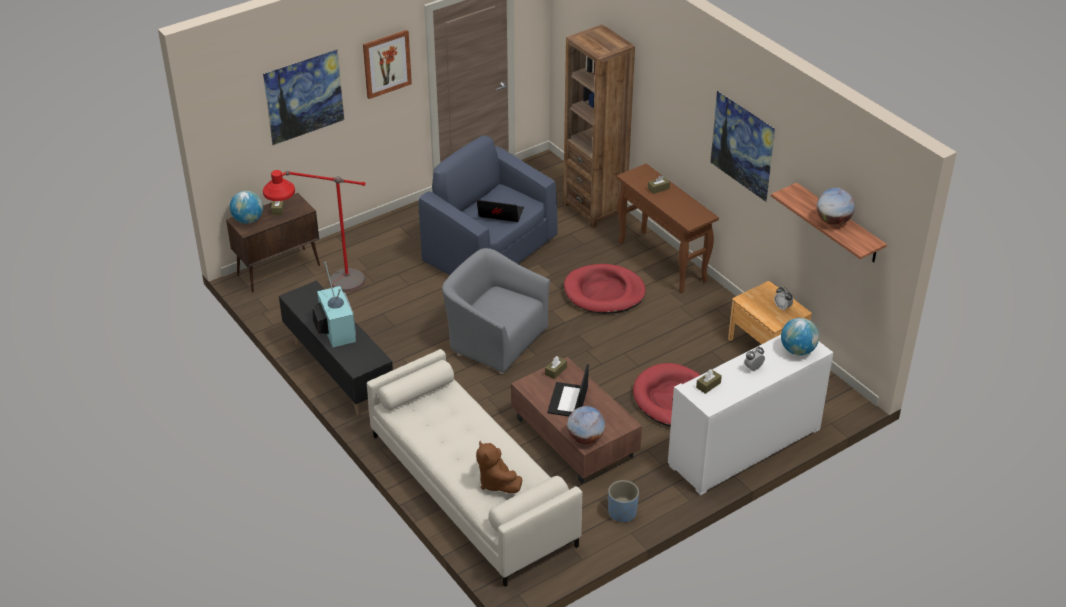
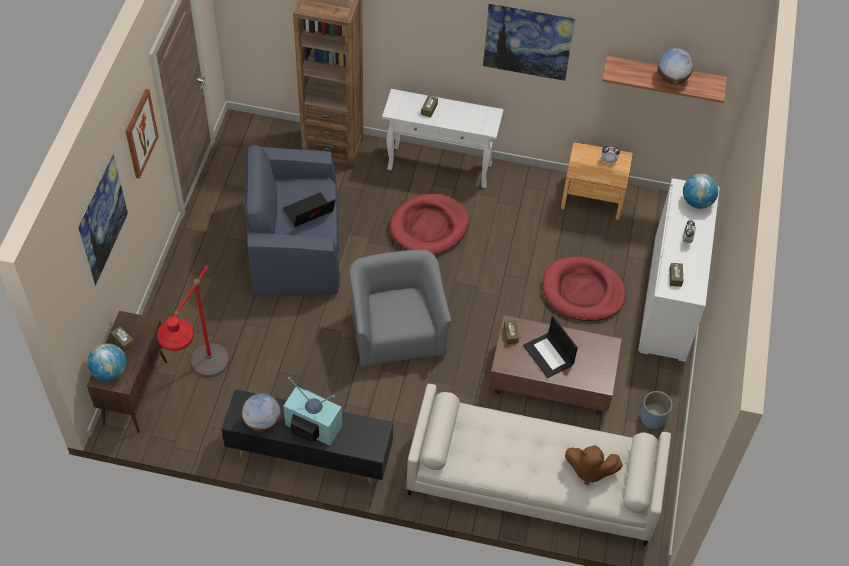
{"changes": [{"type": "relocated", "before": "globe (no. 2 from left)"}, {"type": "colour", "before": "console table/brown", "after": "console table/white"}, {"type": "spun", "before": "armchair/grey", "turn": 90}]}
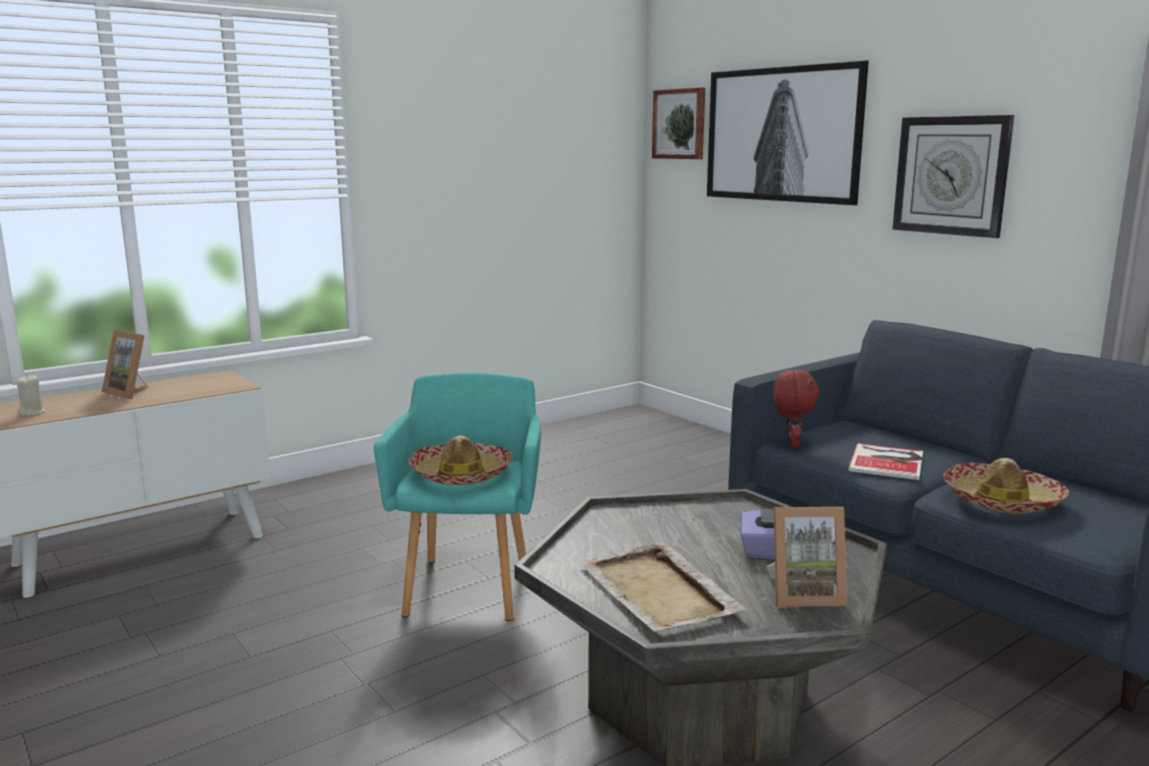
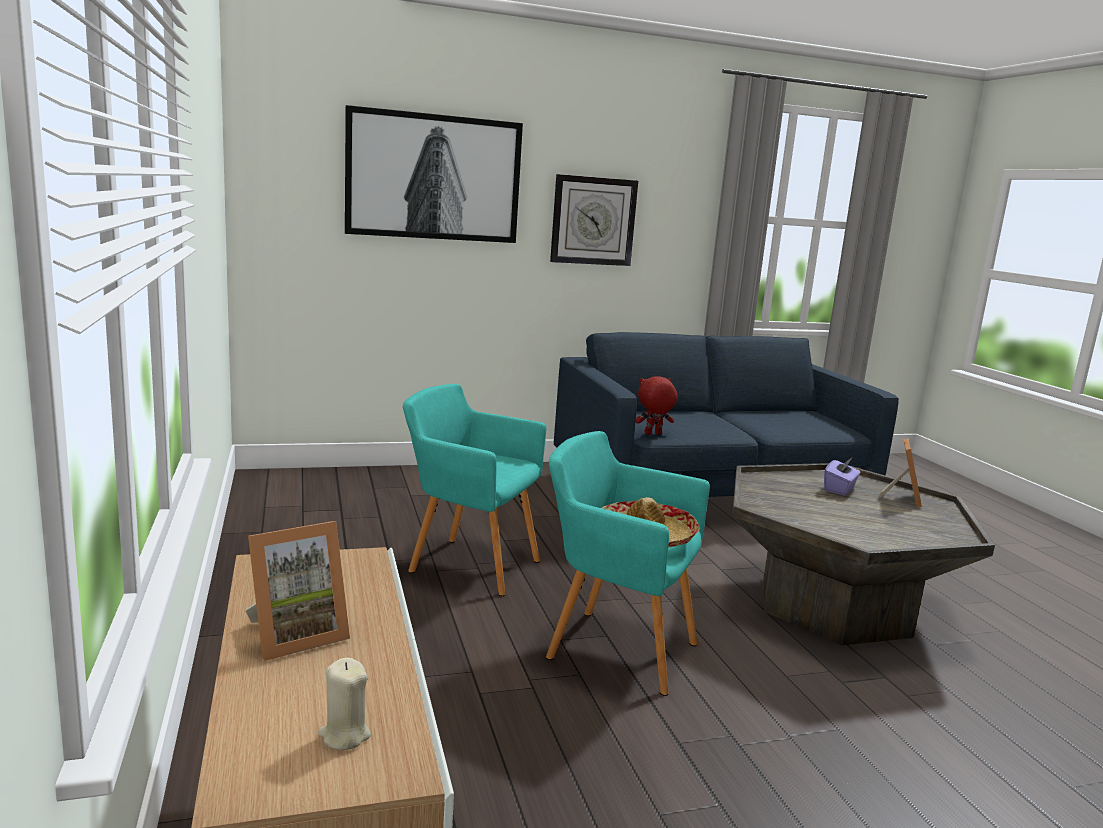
{"changes": [{"type": "missing", "before": "tray/beige"}, {"type": "missing", "before": "picture (no. 1 from left)"}, {"type": "missing", "before": "book"}, {"type": "missing", "before": "hat (no. 2 from left)"}, {"type": "appeared", "after": "armchair/turquoise (no. 1 from left)"}, {"type": "spun", "before": "plush toy/red", "turn": -45}]}
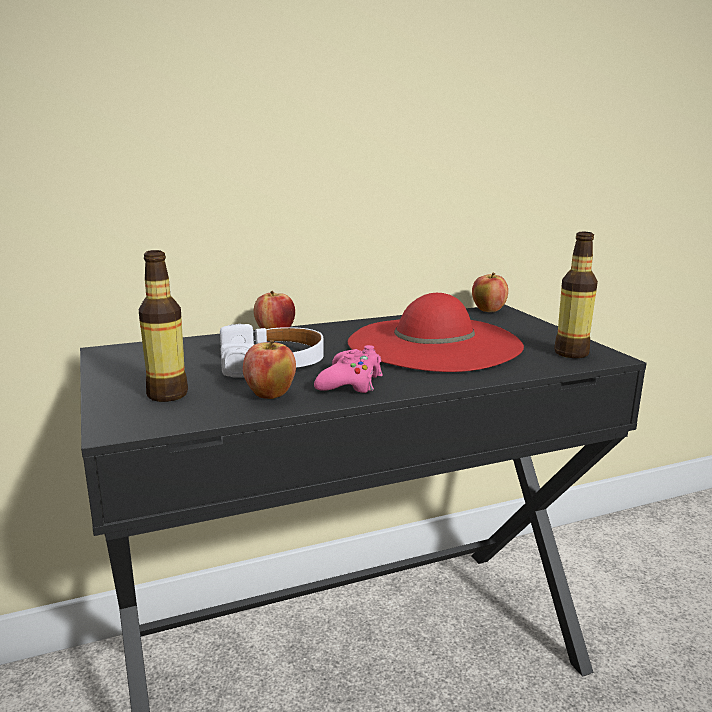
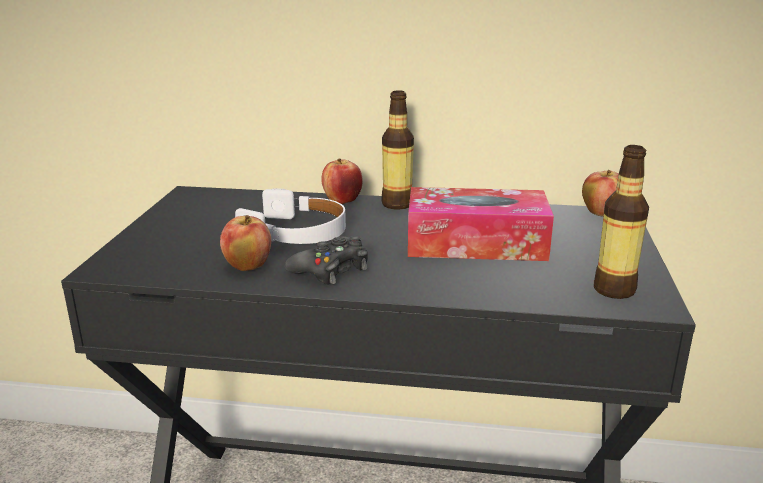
{"changes": [{"type": "relocated", "before": "bottle (no. 1 from left)"}, {"type": "exchanged", "before": "hat/red", "after": "tissue box"}, {"type": "colour", "before": "game controller/pink", "after": "game controller/black"}]}
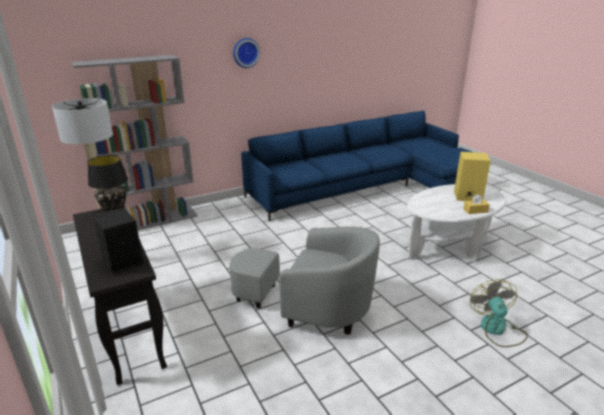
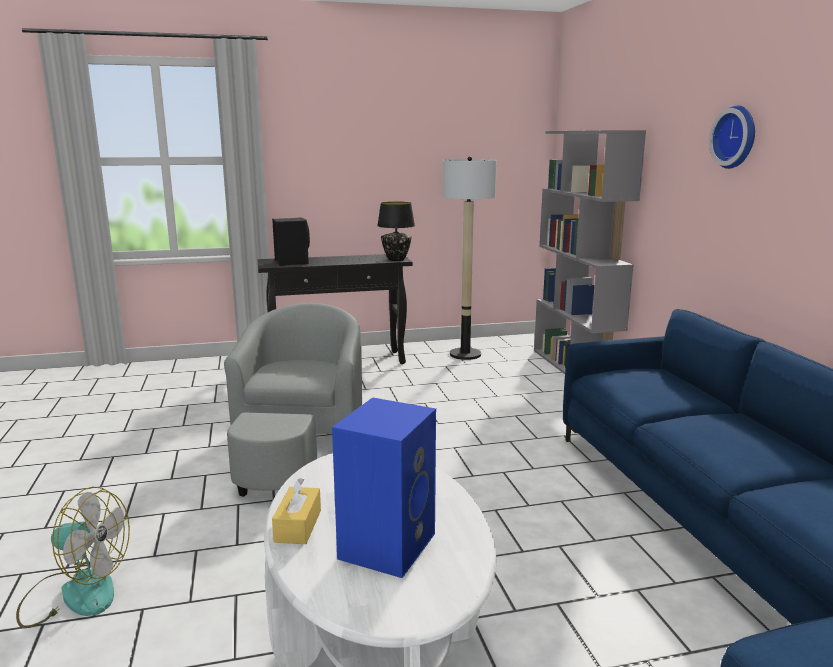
{"changes": [{"type": "colour", "before": "speaker/yellow", "after": "speaker/blue"}, {"type": "spun", "before": "armchair/grey", "turn": 150}]}
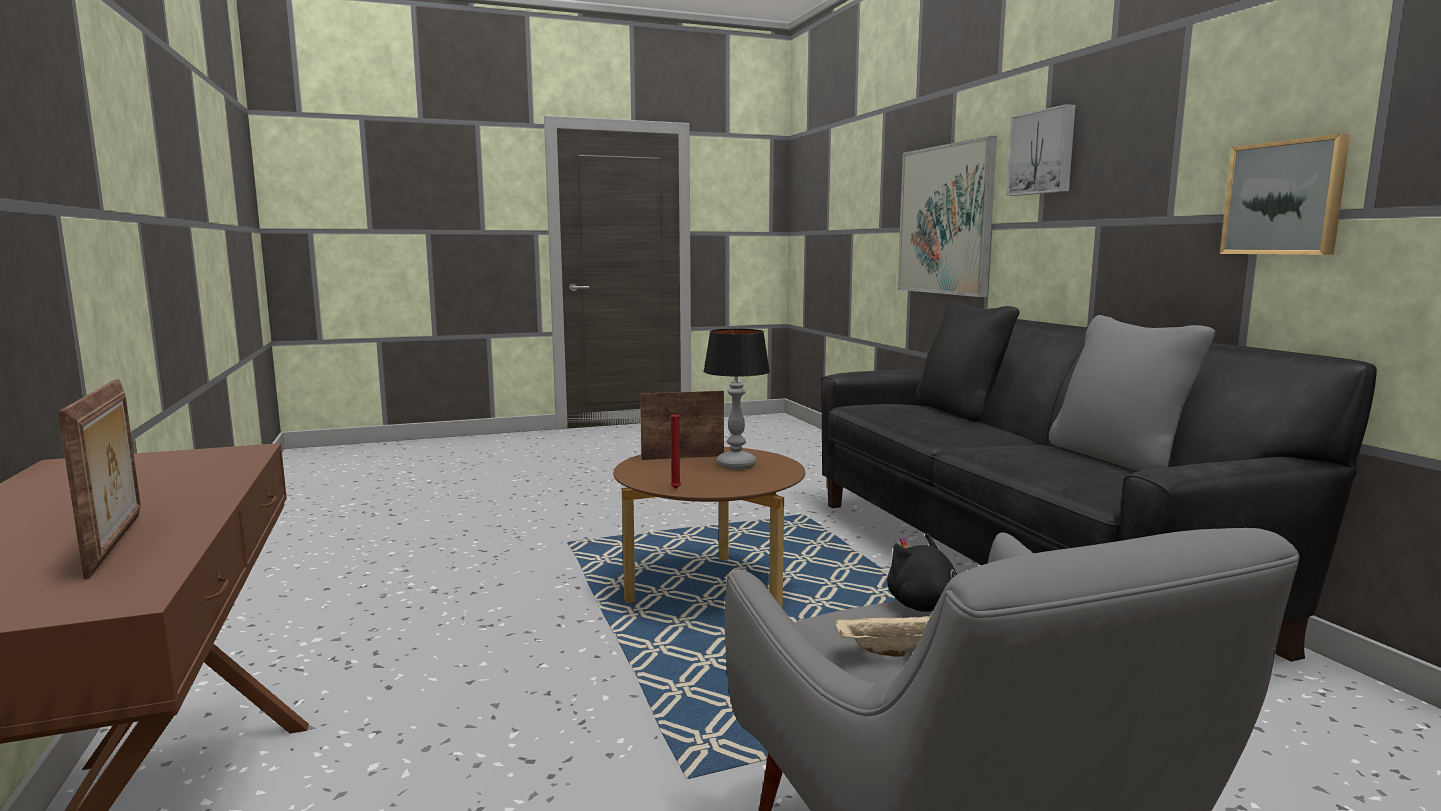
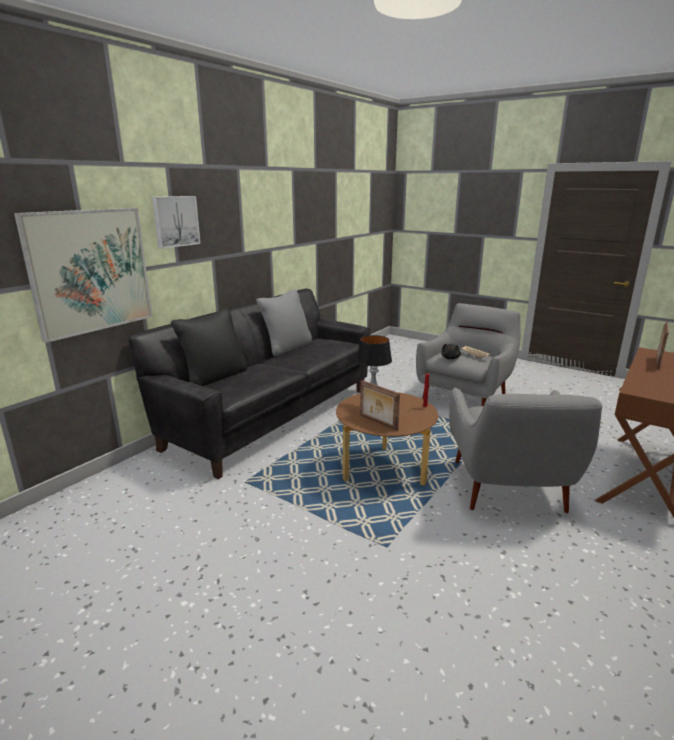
{"changes": [{"type": "missing", "before": "picture (no. 3 from left)"}, {"type": "appeared", "after": "armchair/grey (no. 2 from left)"}]}
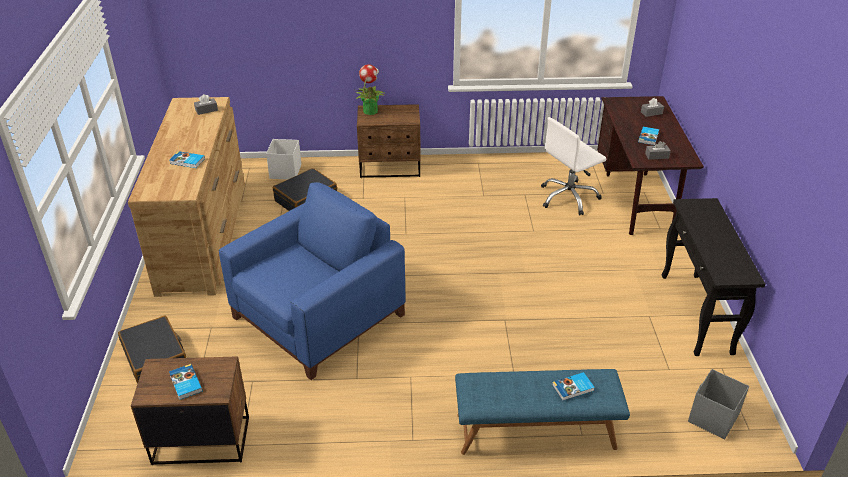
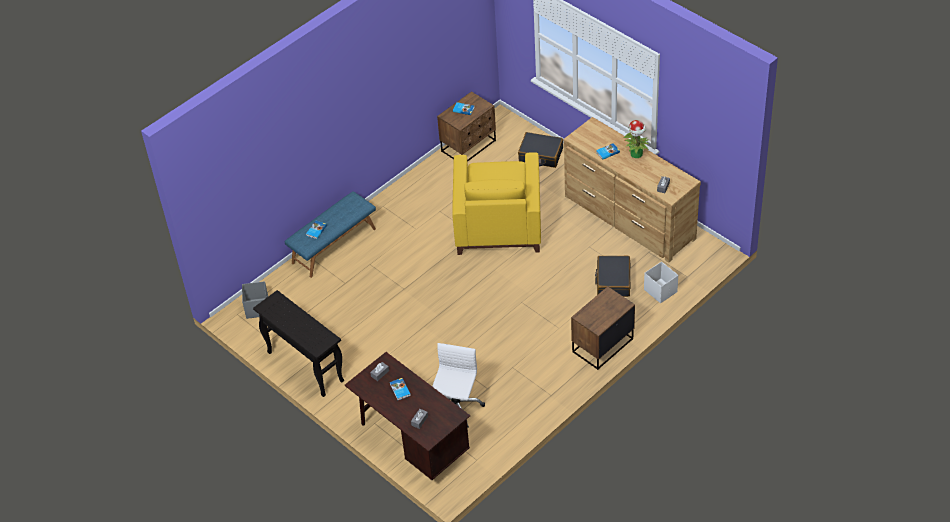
{"changes": [{"type": "relocated", "before": "potted plant"}, {"type": "colour", "before": "armchair/blue", "after": "armchair/yellow"}]}
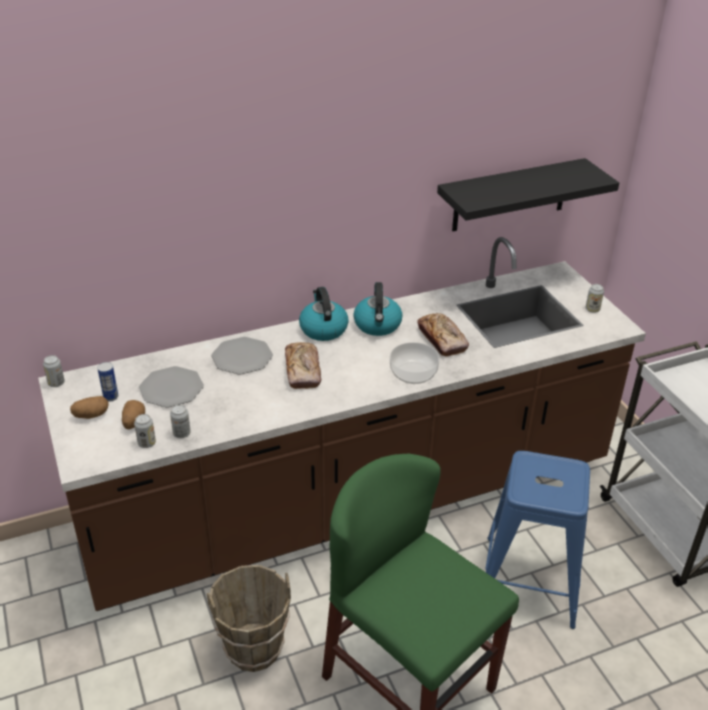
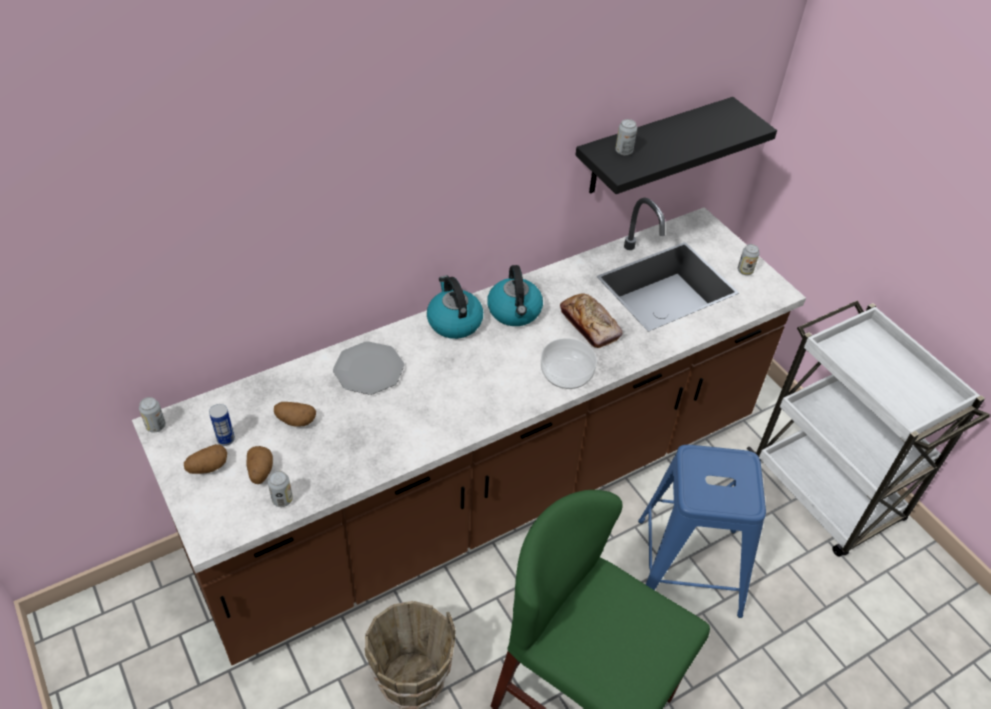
{"changes": [{"type": "missing", "before": "bread (no. 1 from left)"}, {"type": "relocated", "before": "can (no. 4 from left)"}, {"type": "exchanged", "before": "plate (no. 1 from left)", "after": "potato (no. 3 from left)"}]}
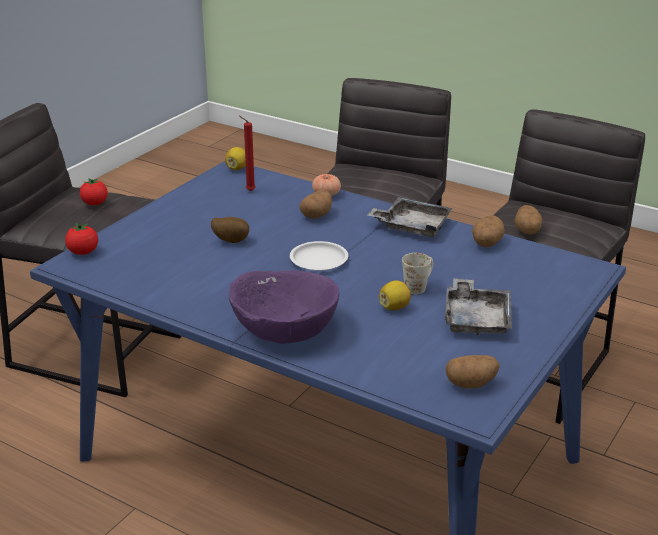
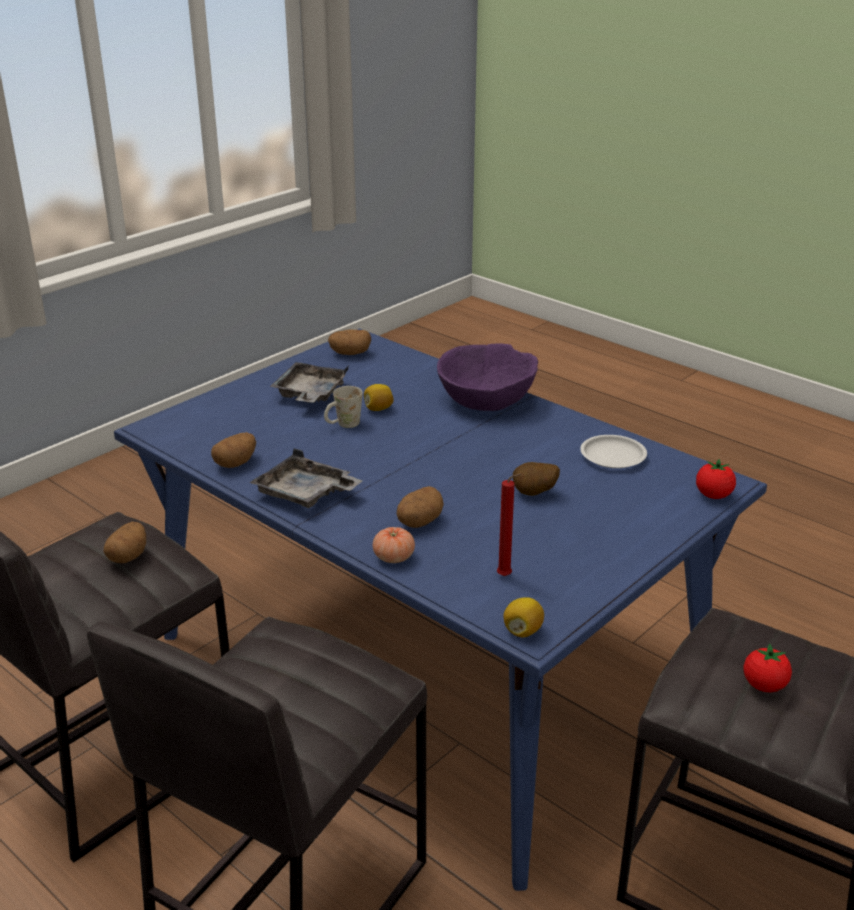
{"changes": [{"type": "relocated", "before": "plate/white"}]}
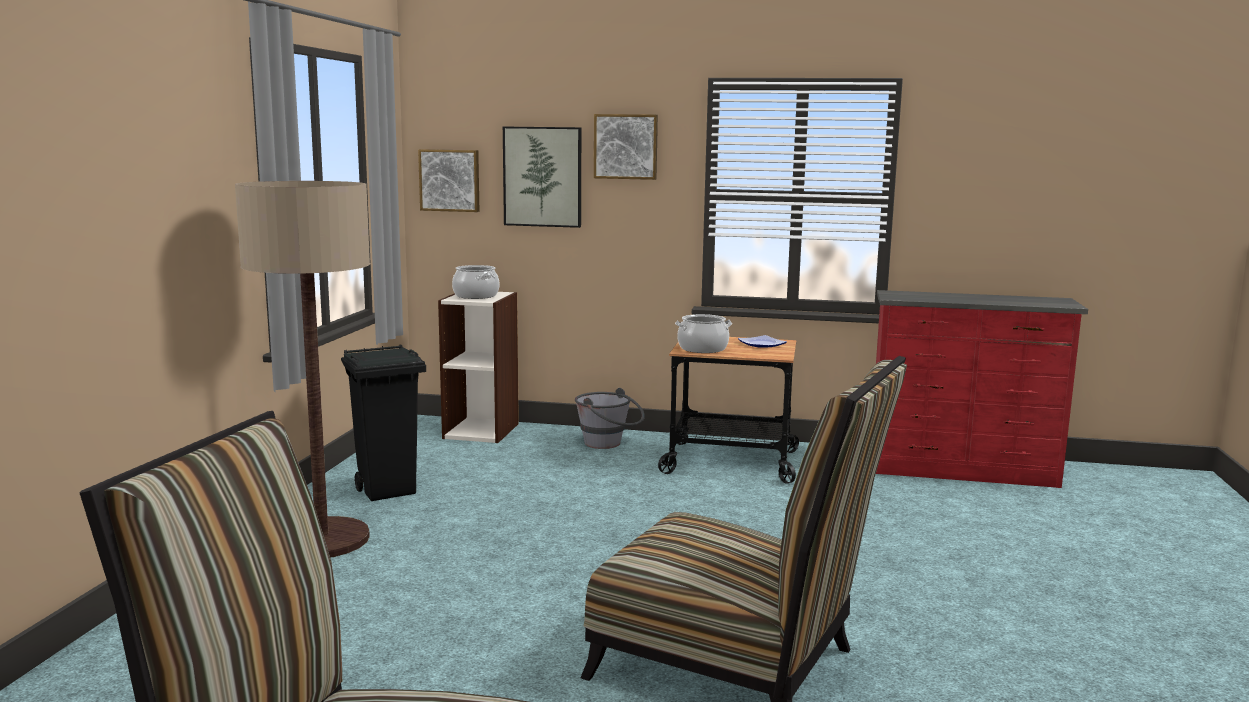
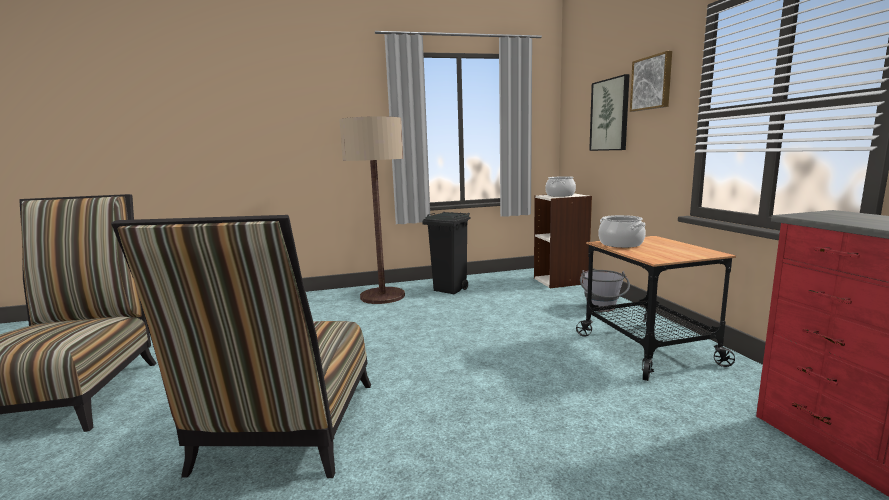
{"changes": [{"type": "missing", "before": "picture (no. 1 from left)"}, {"type": "missing", "before": "plate"}]}
